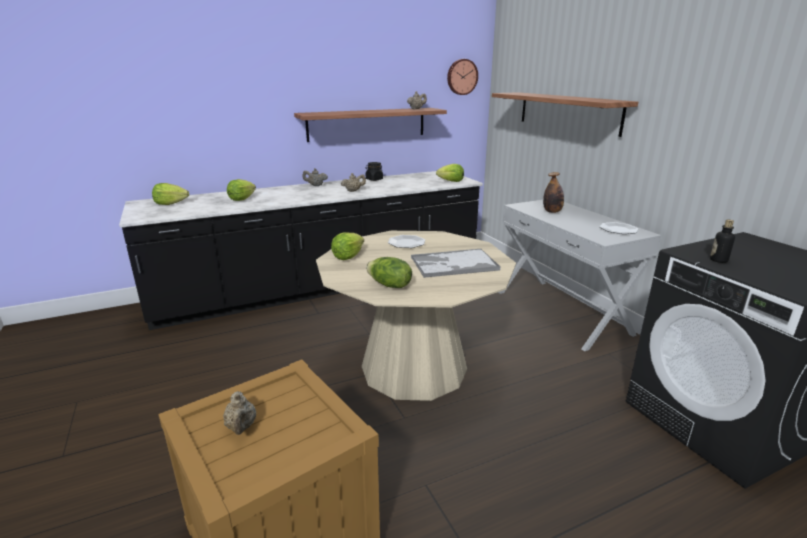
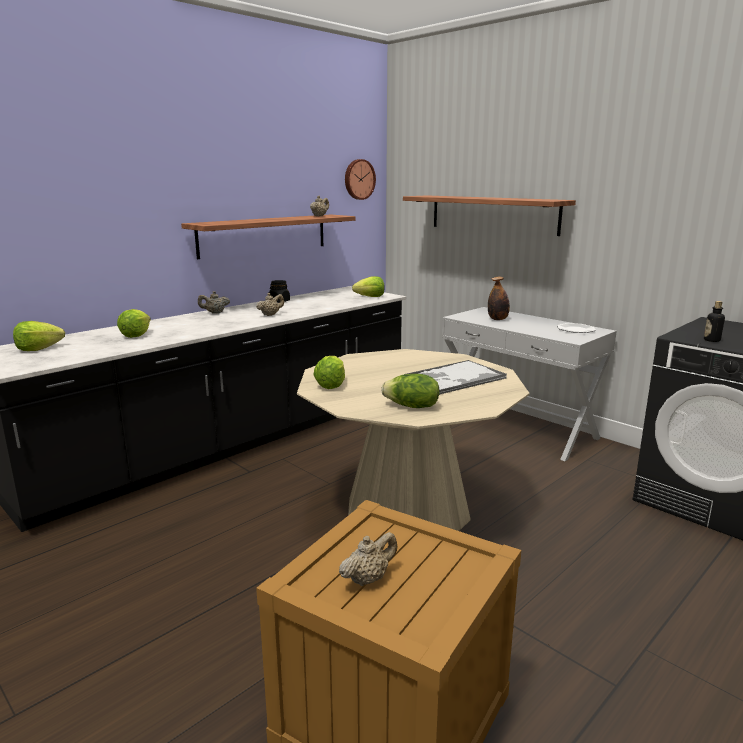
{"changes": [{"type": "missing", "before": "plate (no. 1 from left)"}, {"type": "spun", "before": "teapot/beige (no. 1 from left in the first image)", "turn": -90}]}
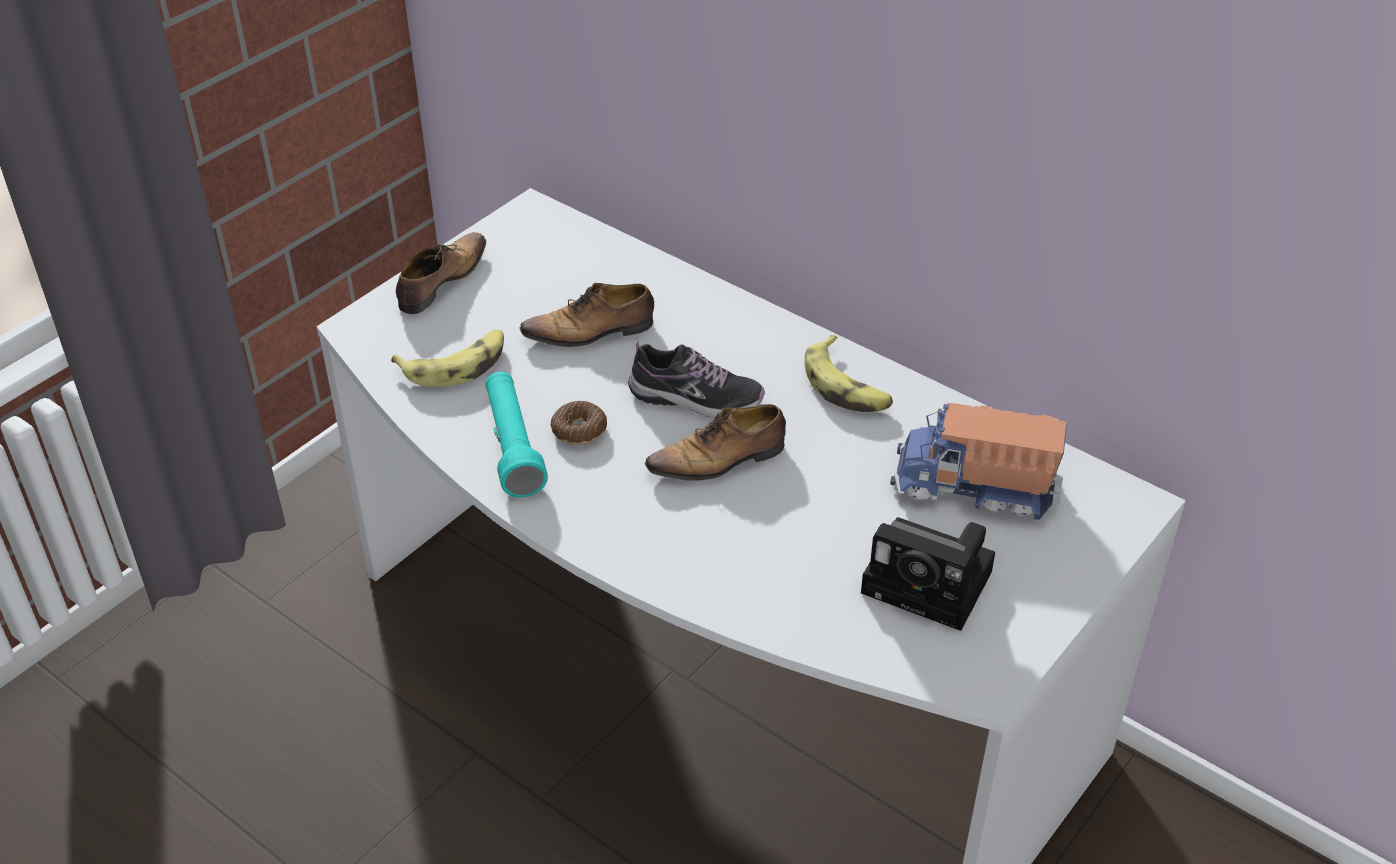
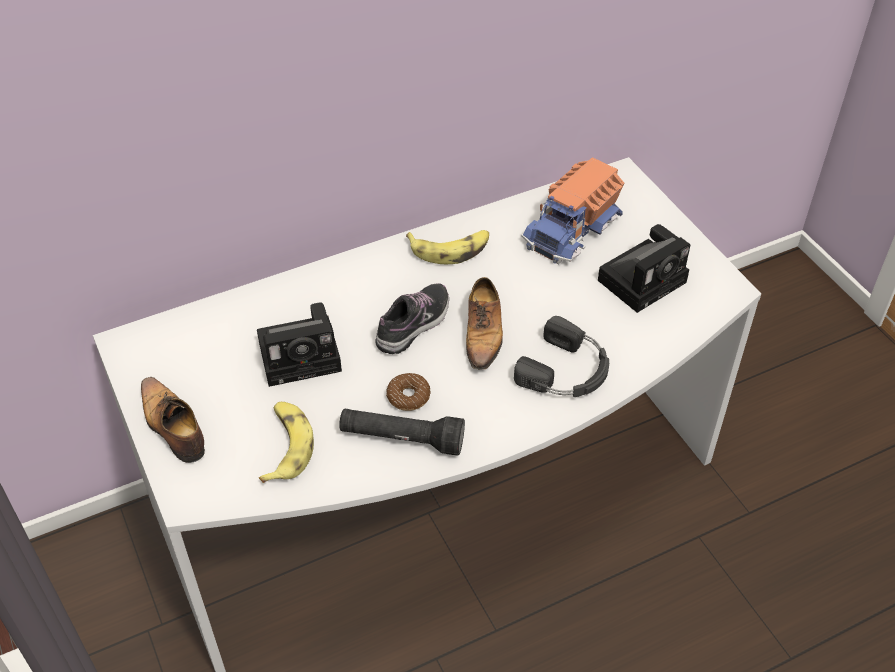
{"changes": [{"type": "appeared", "after": "headphones/black"}, {"type": "exchanged", "before": "shoe (no. 2 from left)", "after": "photo camera (no. 1 from left)"}, {"type": "colour", "before": "flashlight/turquoise", "after": "flashlight/black"}]}
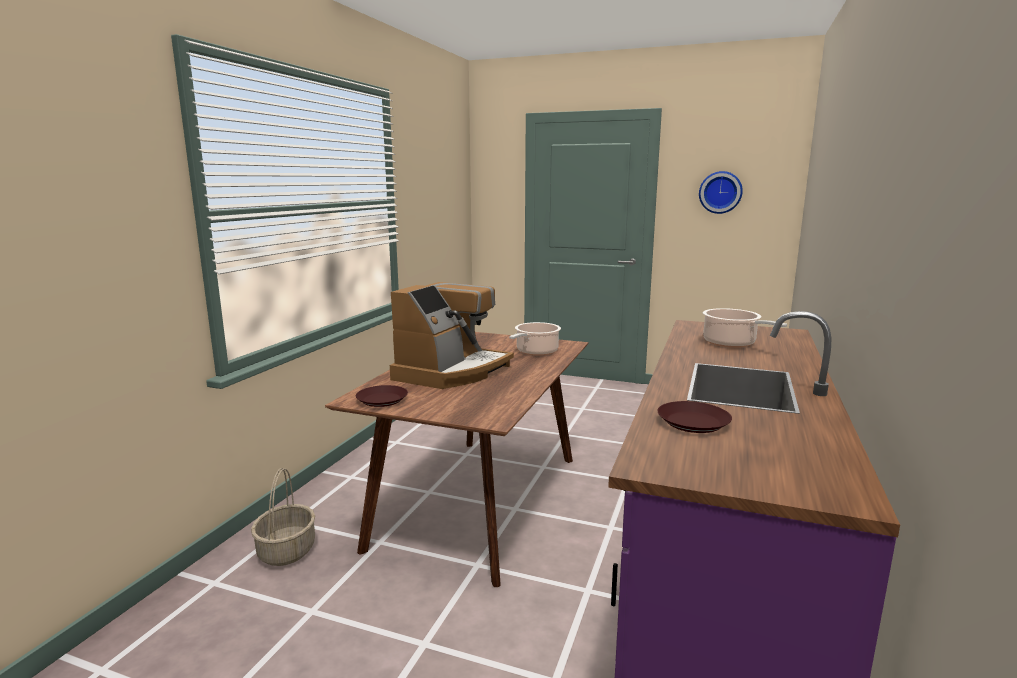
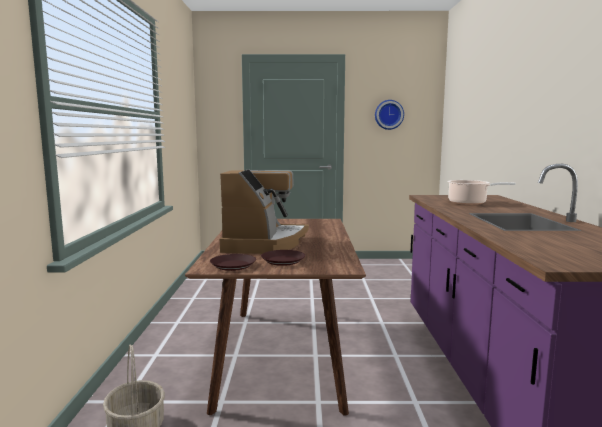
{"changes": [{"type": "missing", "before": "cooking pot (no. 1 from left)"}, {"type": "relocated", "before": "plate/brown (no. 2 from left)"}]}
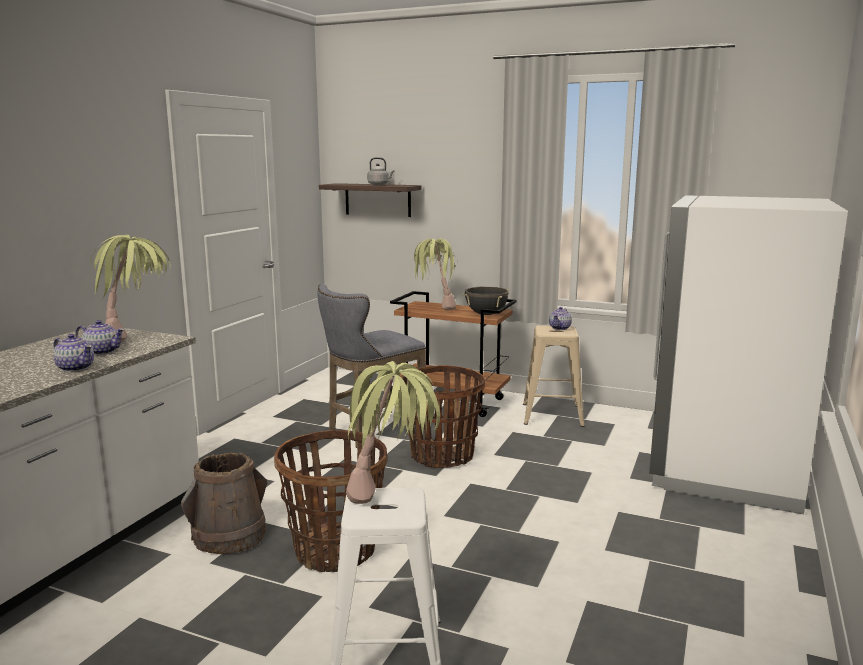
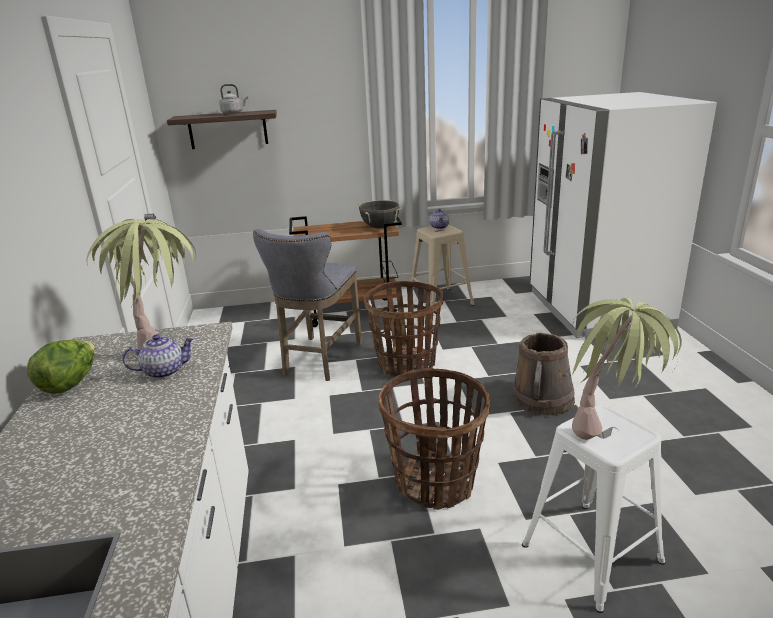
{"changes": [{"type": "missing", "before": "teapot (no. 1 from left)"}, {"type": "missing", "before": "potted plant (no. 3 from left)"}, {"type": "appeared", "after": "lettuce"}, {"type": "relocated", "before": "bucket/brown"}]}
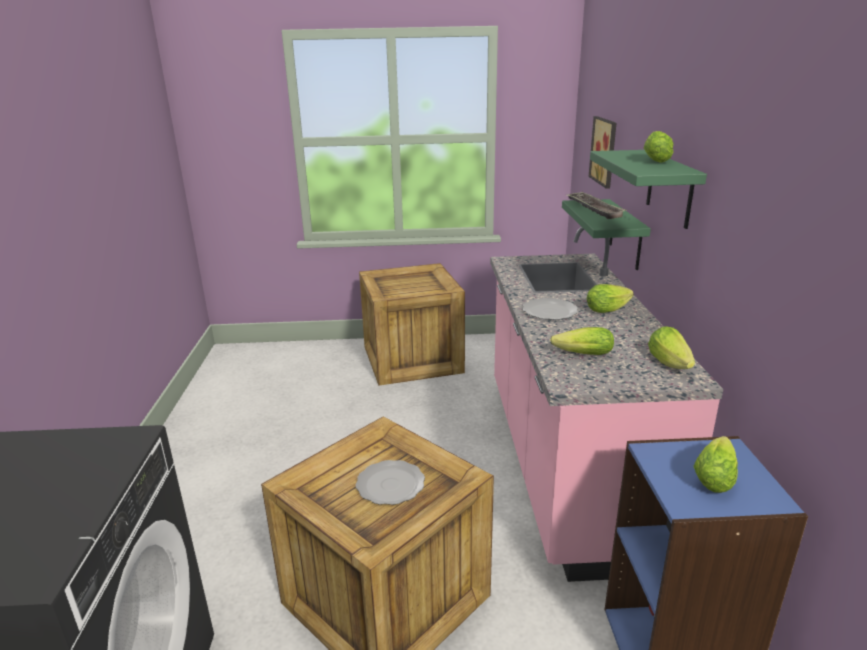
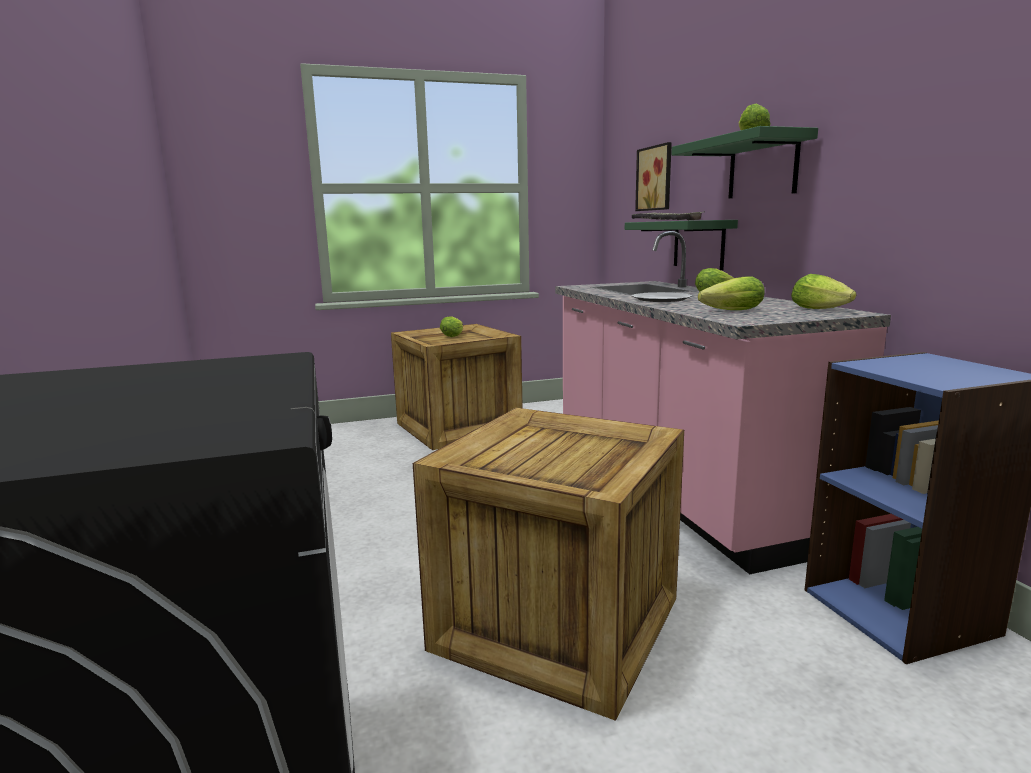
{"changes": [{"type": "missing", "before": "plate (no. 1 from left)"}, {"type": "relocated", "before": "lettuce (no. 5 from left in the first image)", "after": "lettuce (no. 1 from left)"}]}
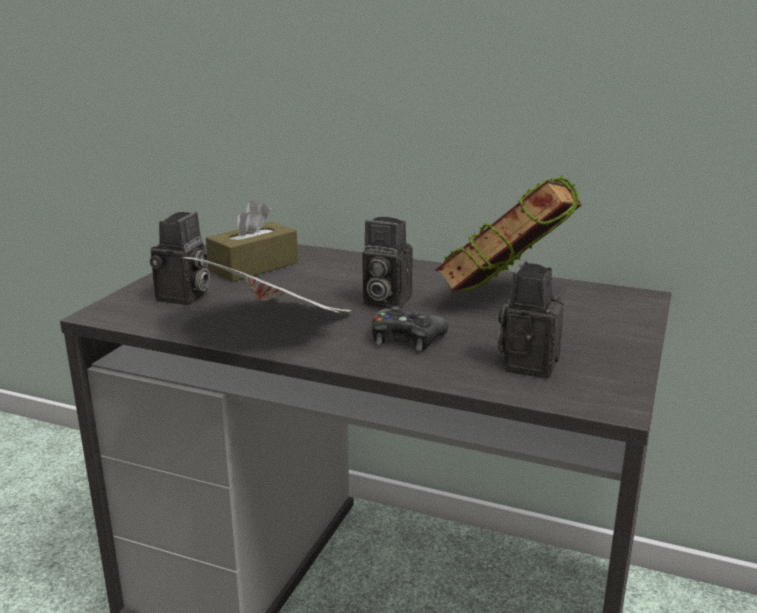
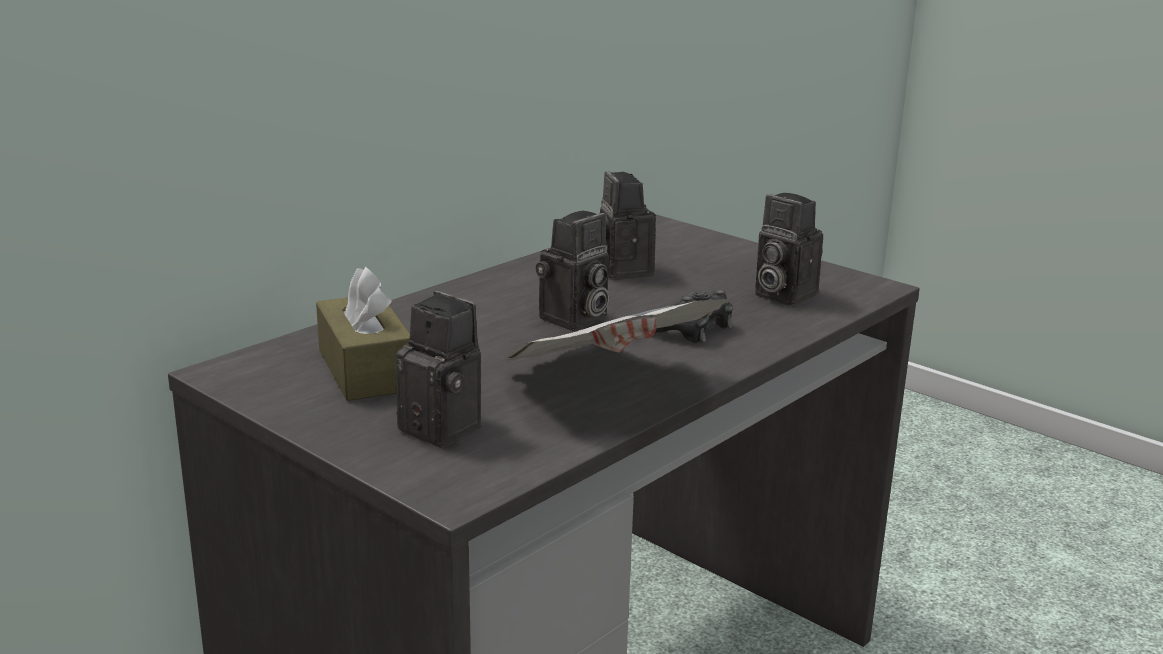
{"changes": [{"type": "exchanged", "before": "book", "after": "photo camera (no. 3 from left)"}]}
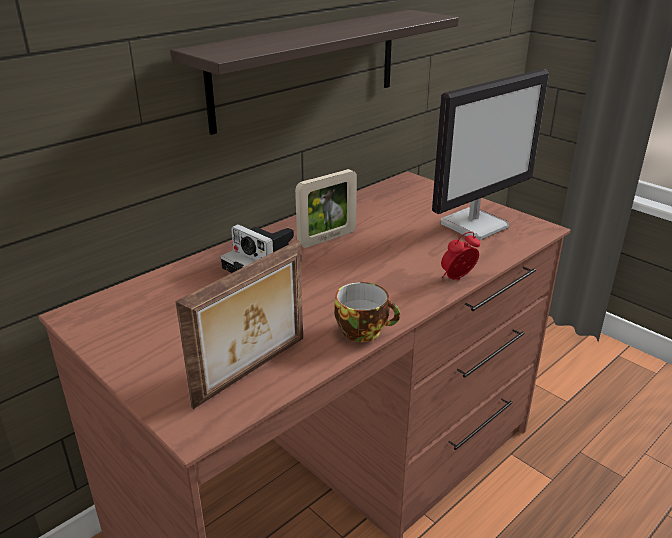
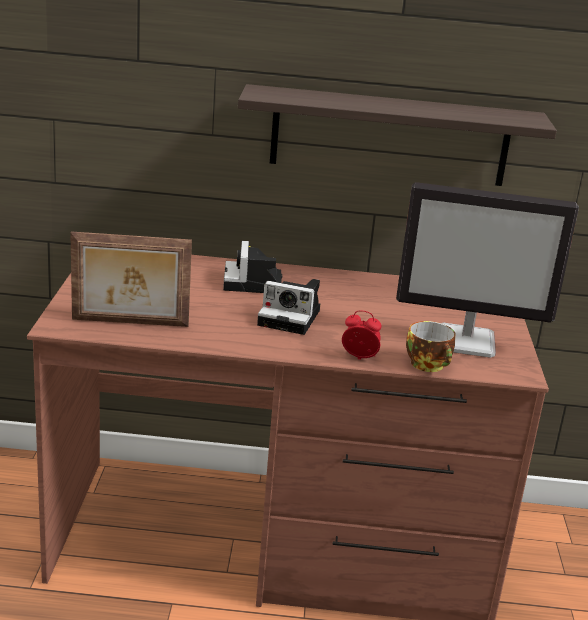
{"changes": [{"type": "missing", "before": "picture frame (no. 2 from left)"}, {"type": "appeared", "after": "photo camera (no. 2 from left)"}, {"type": "relocated", "before": "cup"}]}
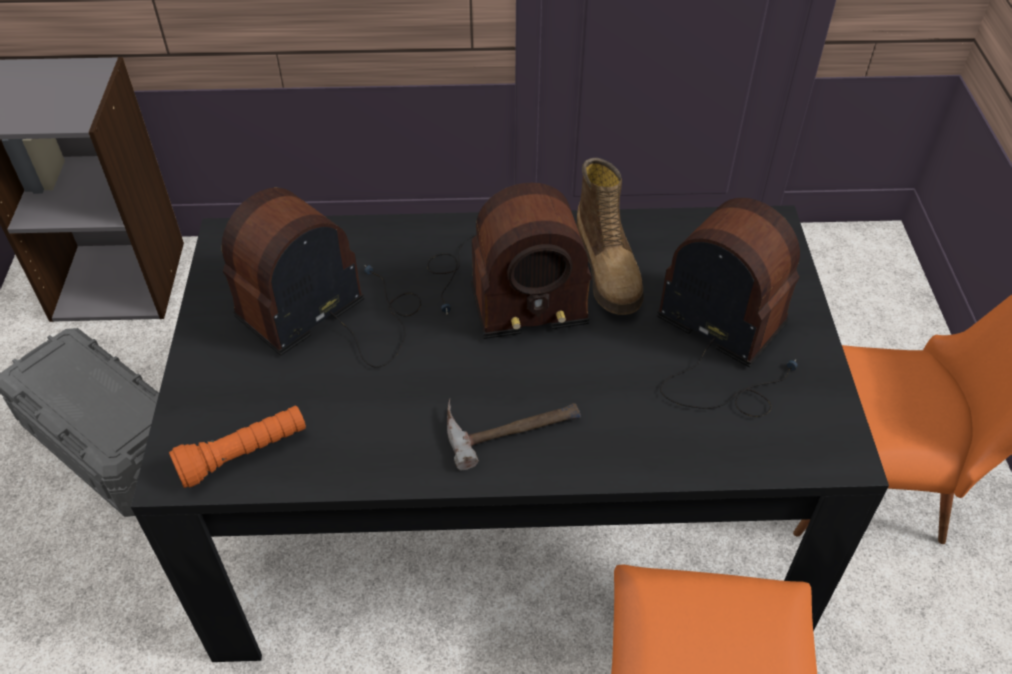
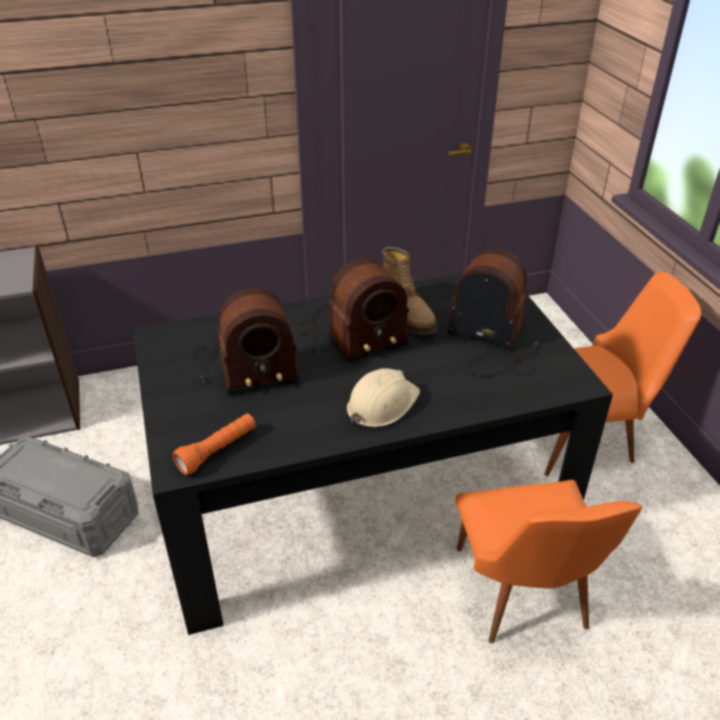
{"changes": [{"type": "exchanged", "before": "hammer", "after": "hard hat/beige"}, {"type": "spun", "before": "radio (no. 1 from left)", "turn": -135}]}
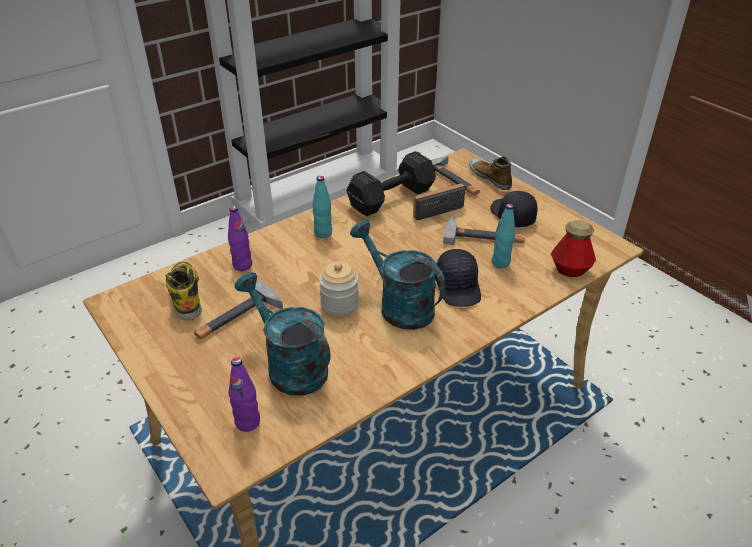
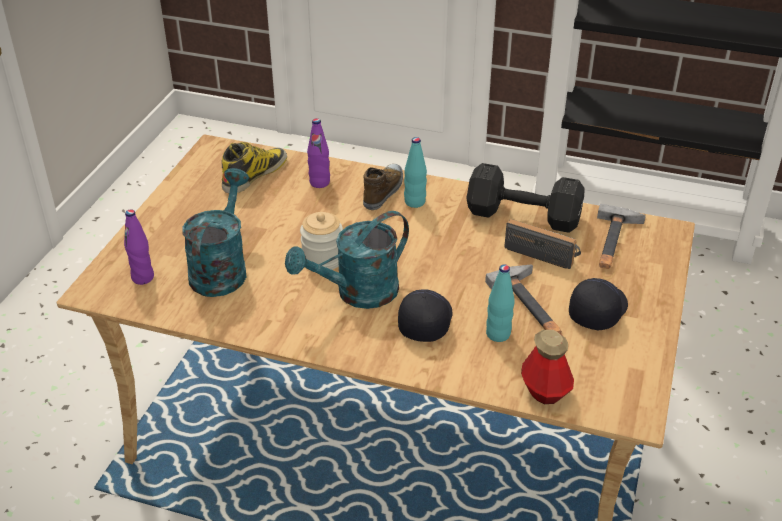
{"changes": [{"type": "missing", "before": "hammer (no. 1 from left)"}, {"type": "relocated", "before": "shoe"}, {"type": "spun", "before": "watering can/turquoise (no. 2 from left)", "turn": -135}, {"type": "spun", "before": "cap/black (no. 1 from left)", "turn": 150}]}
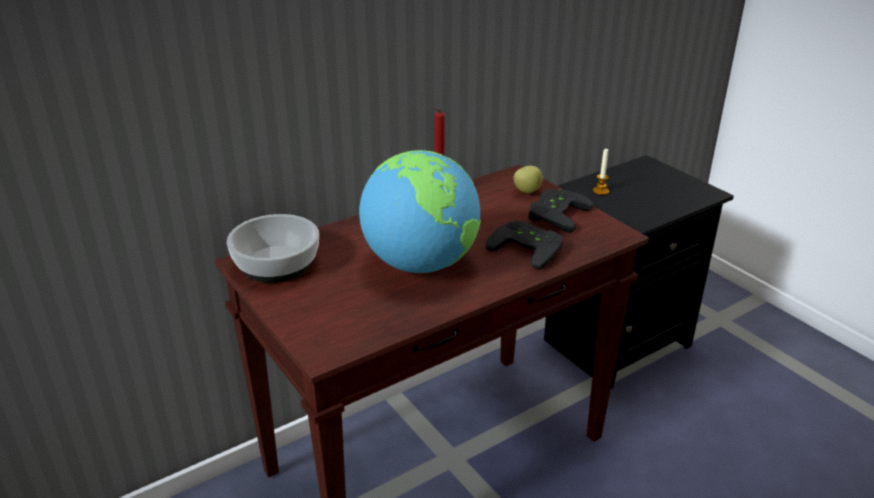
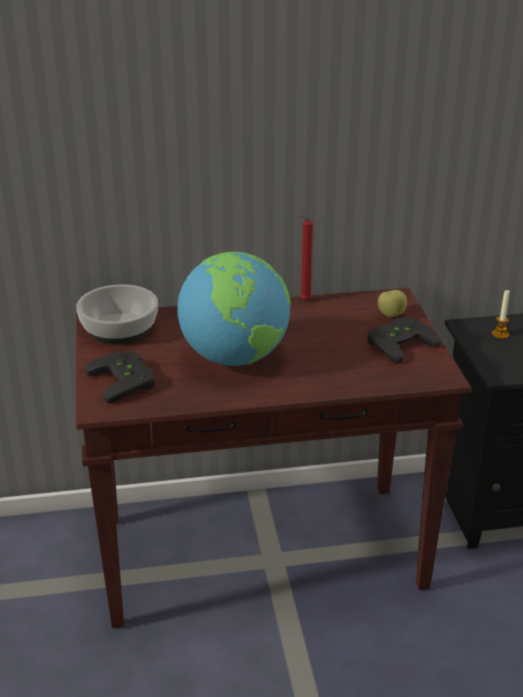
{"changes": [{"type": "relocated", "before": "game controller/black (no. 1 from left)"}]}
